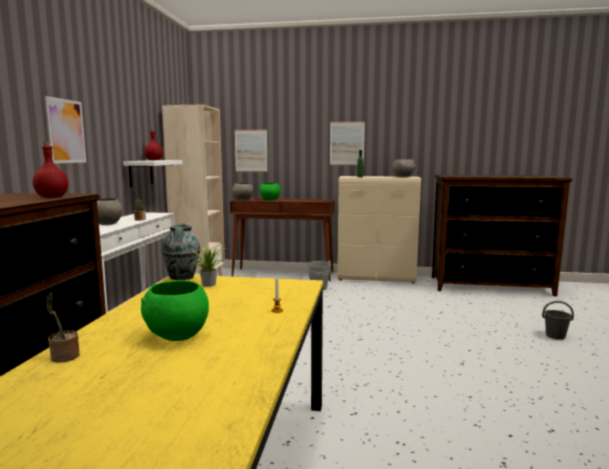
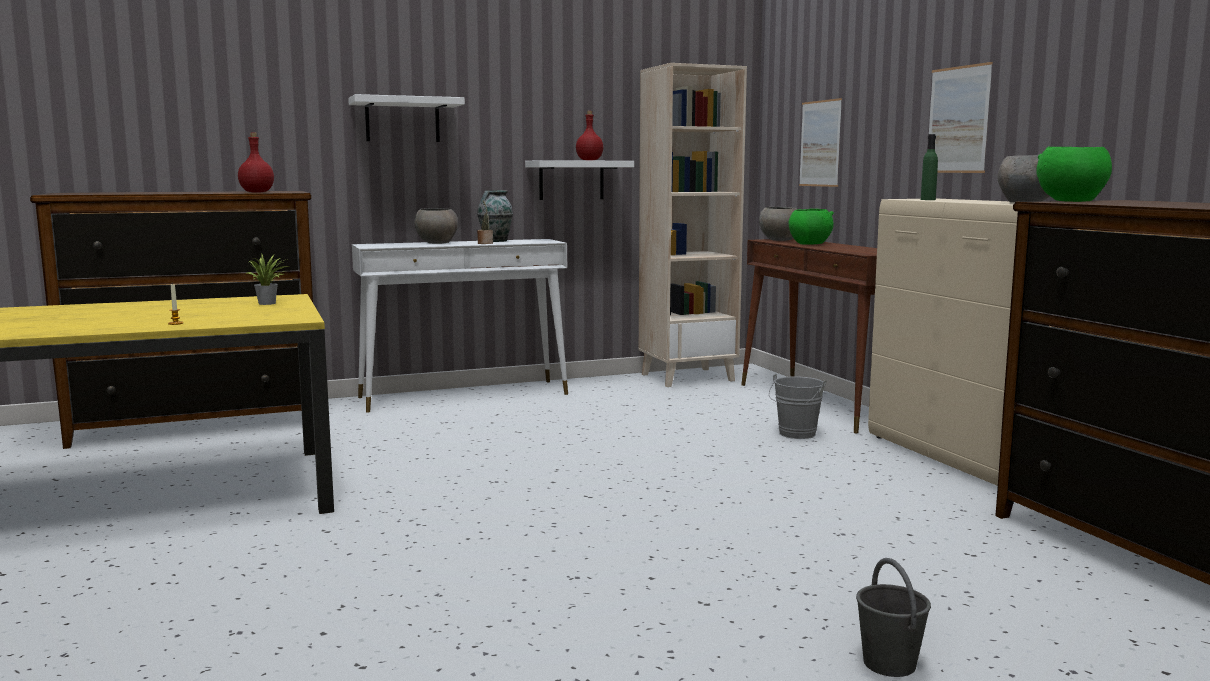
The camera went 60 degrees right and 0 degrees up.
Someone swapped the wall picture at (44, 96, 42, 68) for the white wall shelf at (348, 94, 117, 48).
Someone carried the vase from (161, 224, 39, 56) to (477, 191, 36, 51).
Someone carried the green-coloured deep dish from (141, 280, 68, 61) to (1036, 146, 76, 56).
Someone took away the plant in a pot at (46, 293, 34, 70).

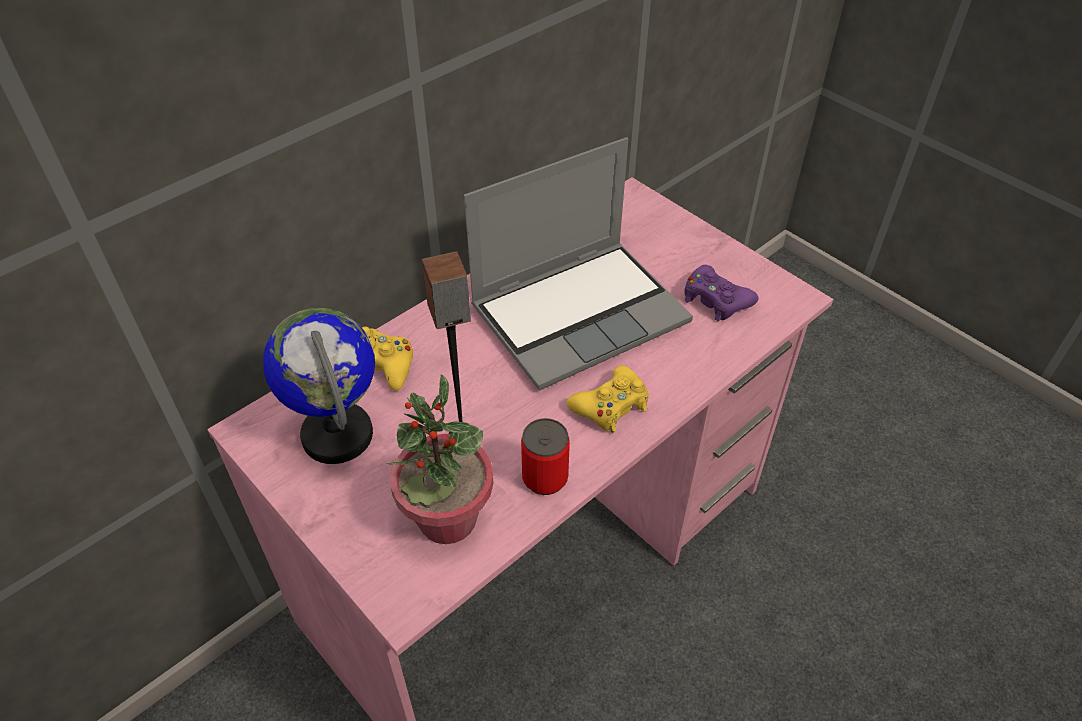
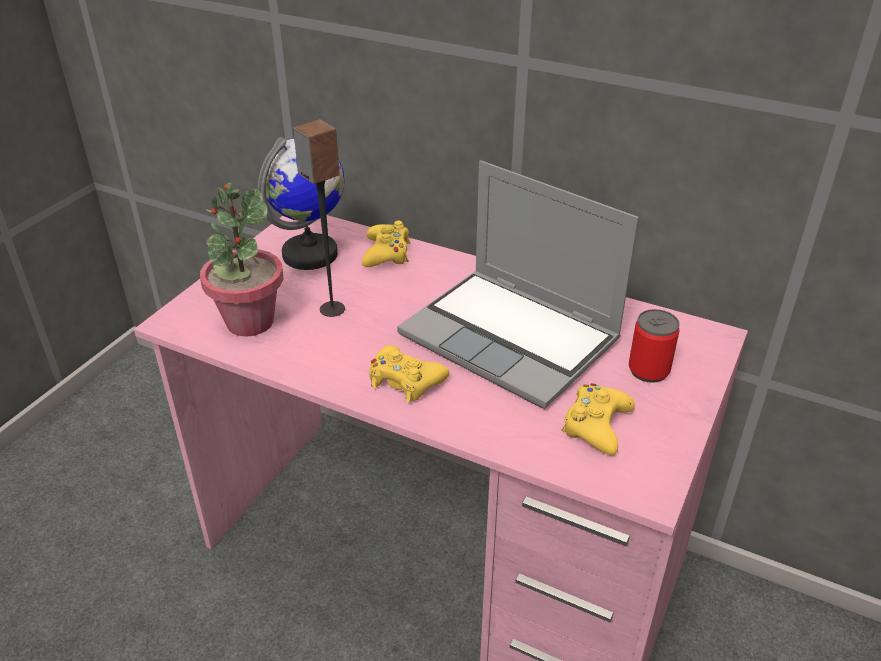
The camera went 70 degrees right and 10 degrees down.
Someone repainted the purple-coloured game controller at (684, 265, 75, 56), which became the yellowish game controller at (562, 383, 73, 72).
Someone carried the metal can from (521, 418, 49, 77) to (629, 309, 51, 74).

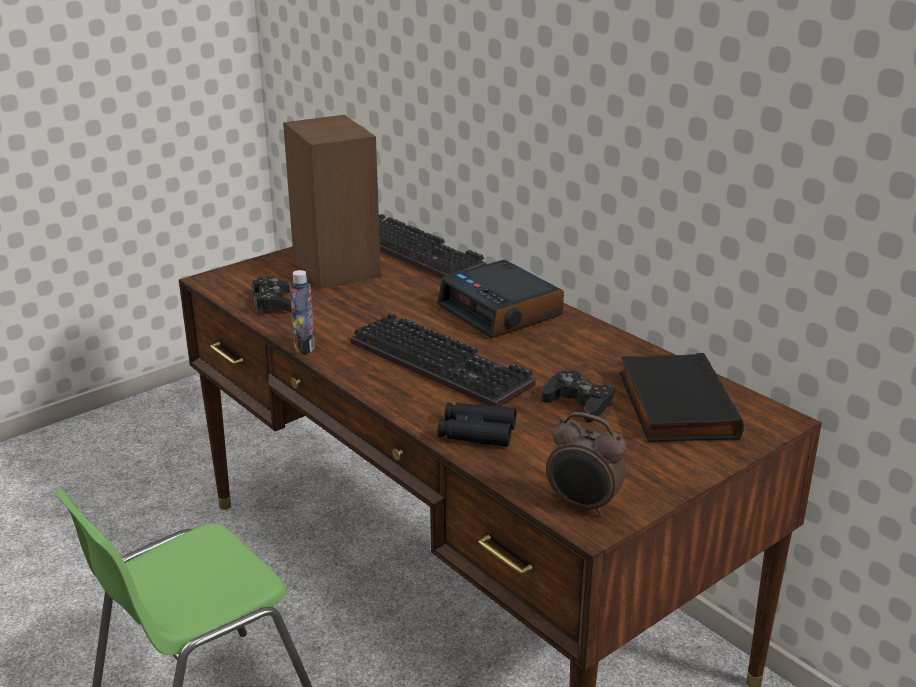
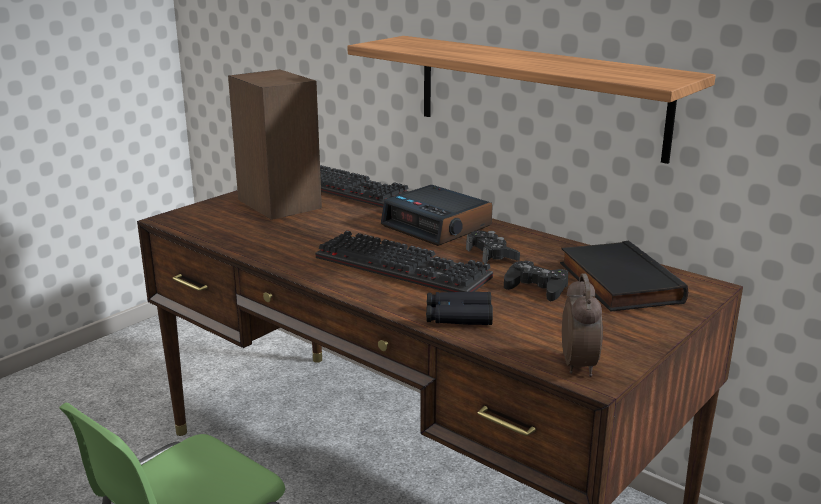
The camera went 10 degrees left and 5 degrees down.
Someone put up the wall shelf at (347, 36, 369, 128).
Someone carried the black-coloured game controller from (251, 277, 41, 35) to (466, 231, 54, 32).
Someone rotated the table clock at (546, 412, 80, 105) by 105 degrees counterclockwise.
Someone took away the drink bottle at (290, 270, 25, 85).

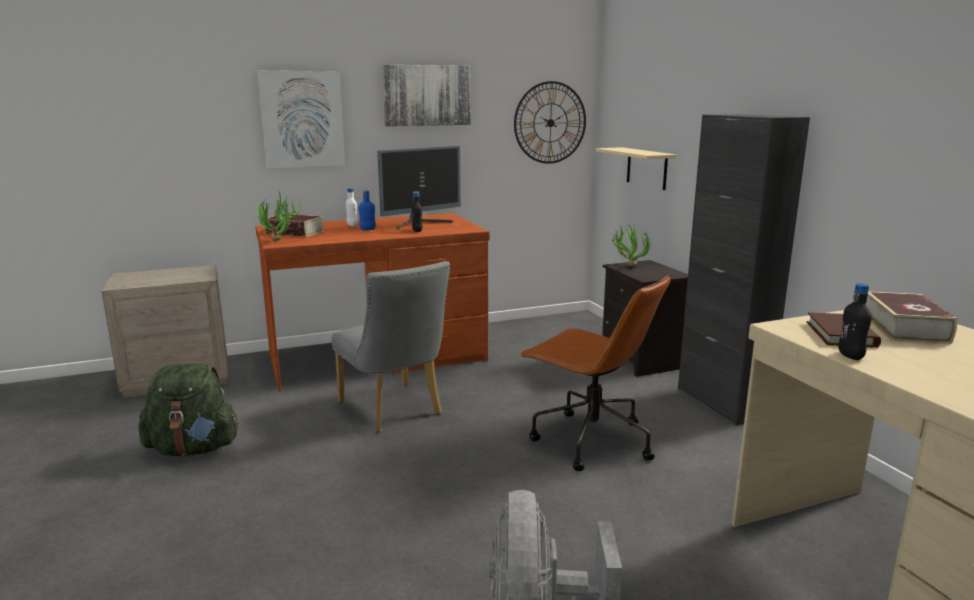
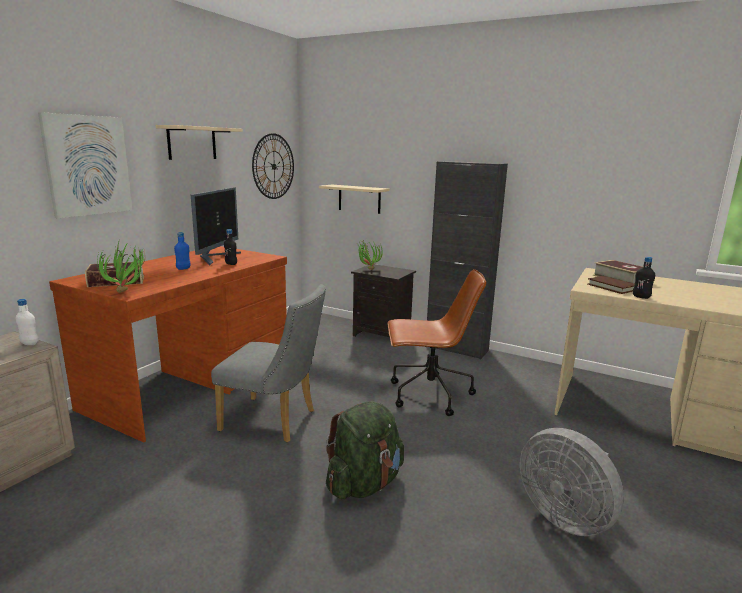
The camera went 40 degrees left and 0 degrees up.
Someone carried the white drink bottle from (346, 188, 12, 39) to (16, 299, 23, 46).
Someone swapped the wall picture at (382, 65, 89, 61) for the beige wall shelf at (156, 125, 87, 35).
Someone carried the green-coloured backpack from (138, 364, 101, 92) to (326, 401, 78, 98).

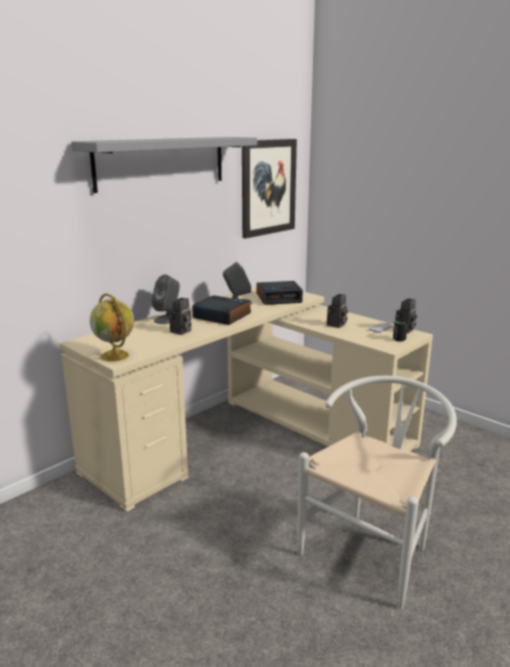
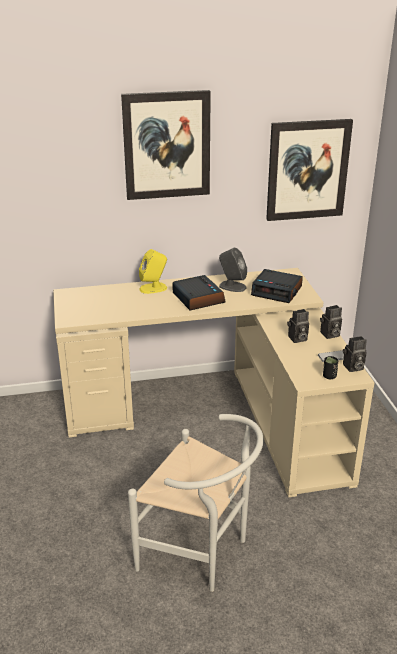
The camera went 35 degrees right and 10 degrees up.
Someone swapped the grey wall shelf at (71, 137, 186, 56) for the wall picture at (121, 90, 90, 110).
Someone rotated the white upright chair at (298, 376, 159, 233) by 45 degrees clockwise.
Someone repainted the grey audio speaker at (152, 275, 28, 49), which became the yellowish audio speaker at (139, 249, 28, 45).
Someone carried the still camera from (168, 298, 24, 37) to (320, 305, 22, 34).
Someone took away the desk globe at (90, 293, 44, 68).

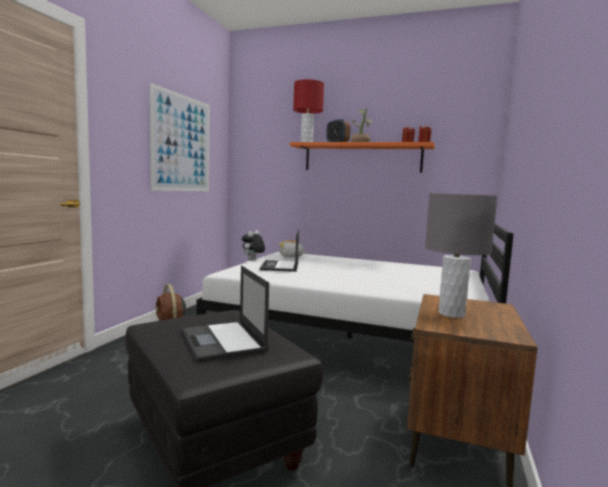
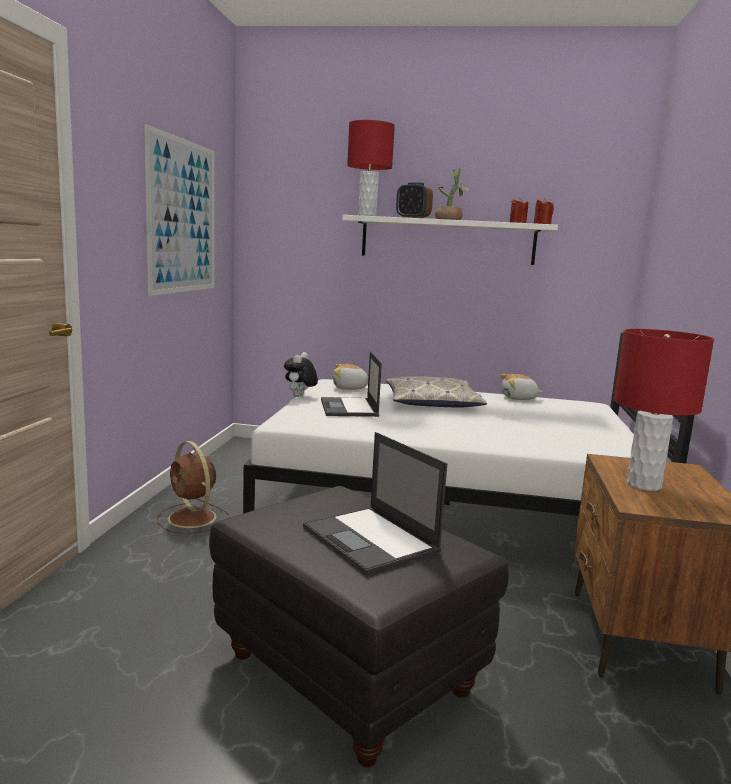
The camera went 10 degrees left and 5 degrees up.
Someone repainted the orange wall shelf at (289, 142, 146, 31), which became the white wall shelf at (342, 215, 216, 50).
Someone put down the cushion at (386, 375, 101, 32).
Someone put down the soft toy at (501, 374, 41, 26).
Someone repainted the grey table lamp at (425, 193, 73, 125), which became the reddish table lamp at (614, 329, 100, 162).

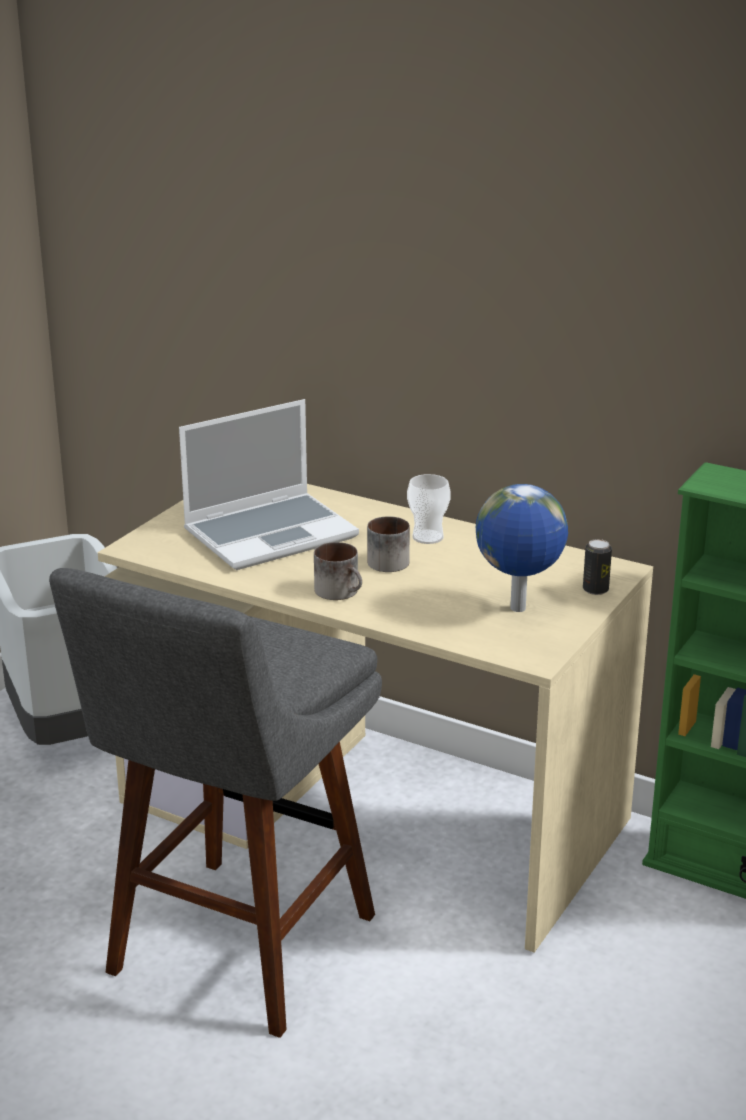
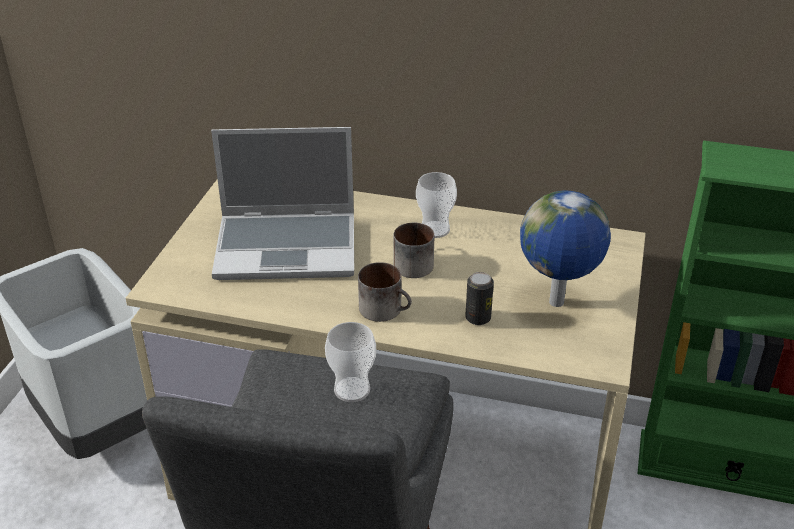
The camera went 15 degrees left and 10 degrees up.
Someone rotated the notebook computer at (179, 399, 180, 171) by 45 degrees clockwise.
Someone put down the small cup at (325, 322, 51, 80).
Someone carried the metal can from (583, 539, 29, 56) to (465, 272, 29, 53).

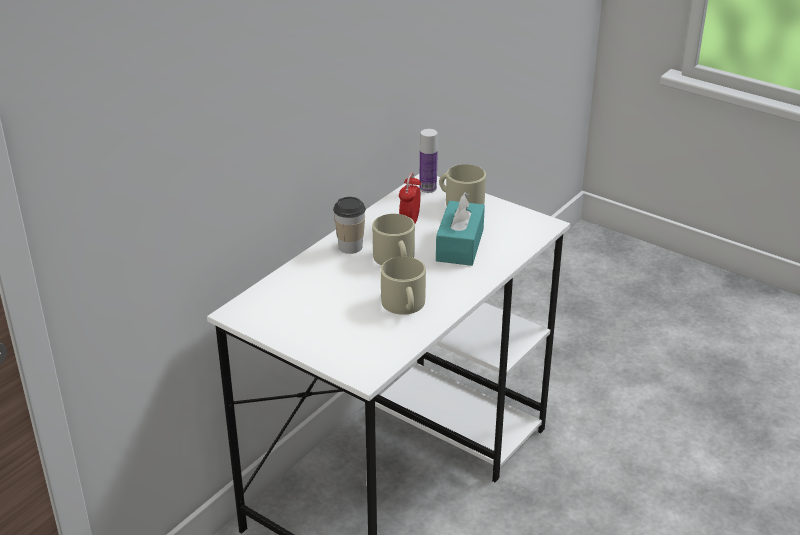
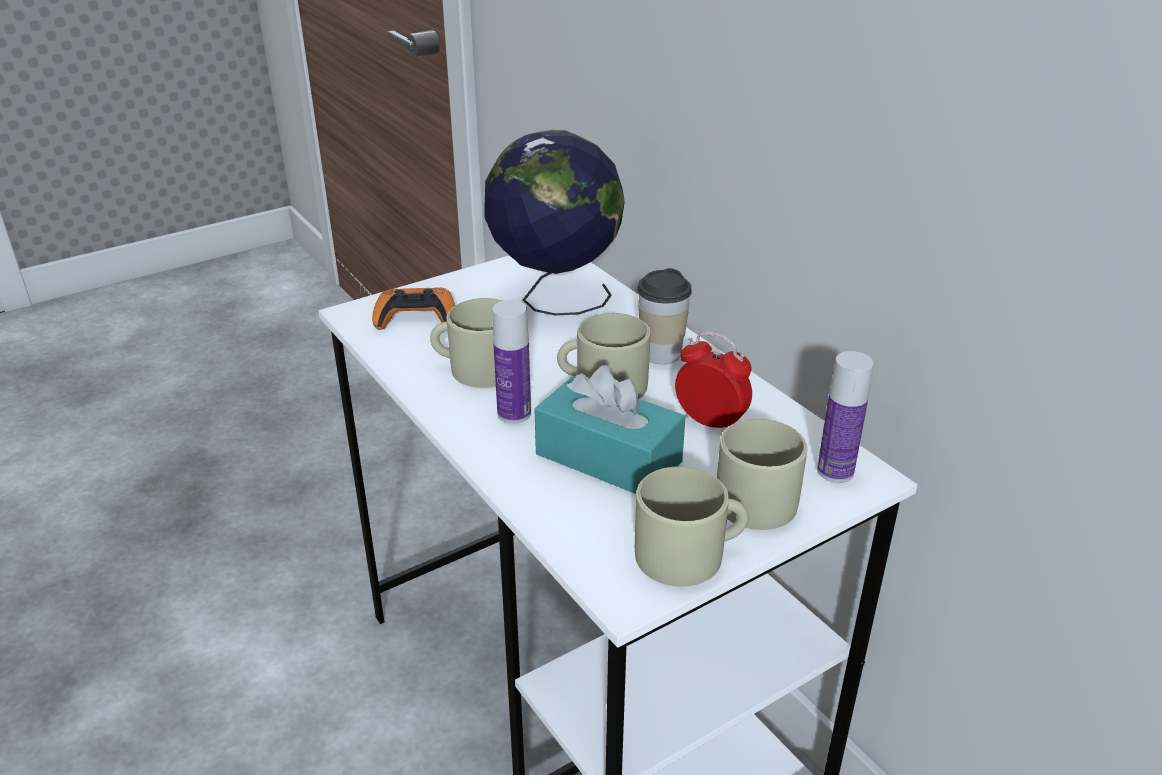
The camera went 110 degrees right and 0 degrees up.
Someone put down the orange game controller at (372, 287, 83, 43).
Someone put down the desk globe at (484, 130, 141, 185).
Someone put down the drink bottle at (493, 300, 38, 124).
Someone put down the beige mug at (635, 466, 114, 121).

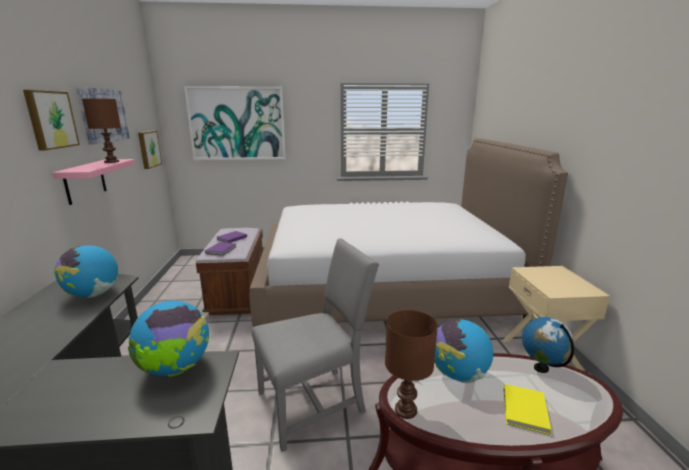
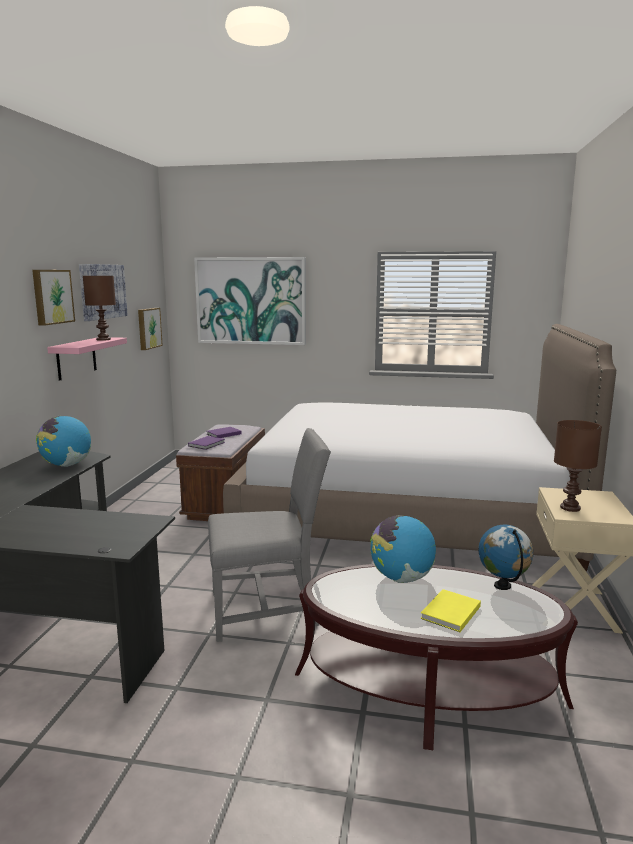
The camera went 15 degrees right and 5 degrees down.
Someone carried the brown table lamp from (385, 310, 53, 109) to (554, 420, 48, 92).
Someone took away the desk globe at (128, 301, 81, 76).

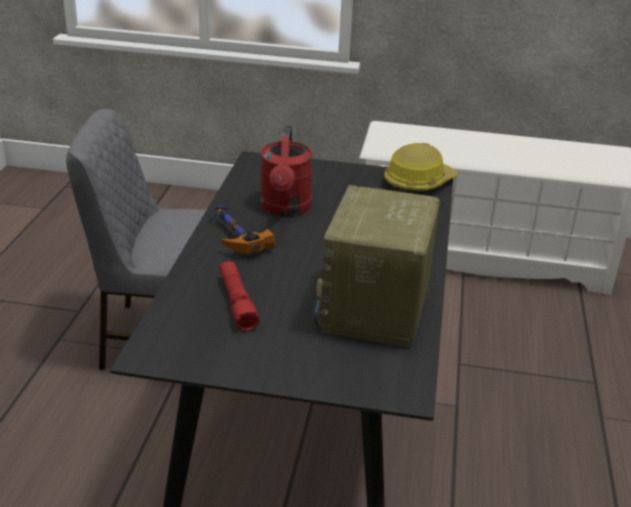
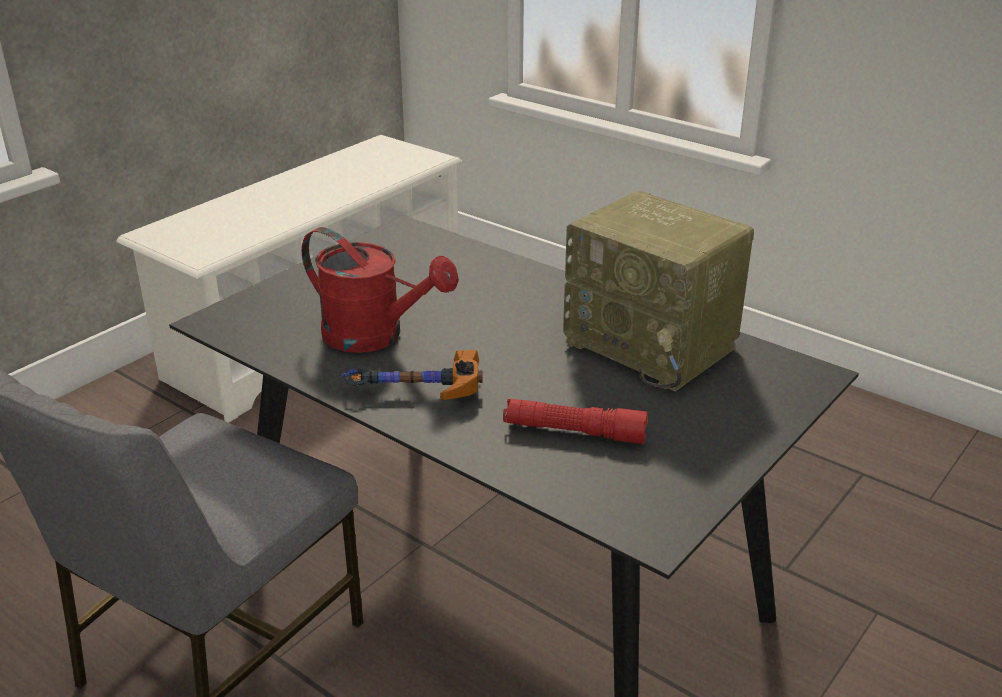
The camera went 60 degrees left and 0 degrees up.
Someone took away the work helmet at (384, 143, 74, 49).

